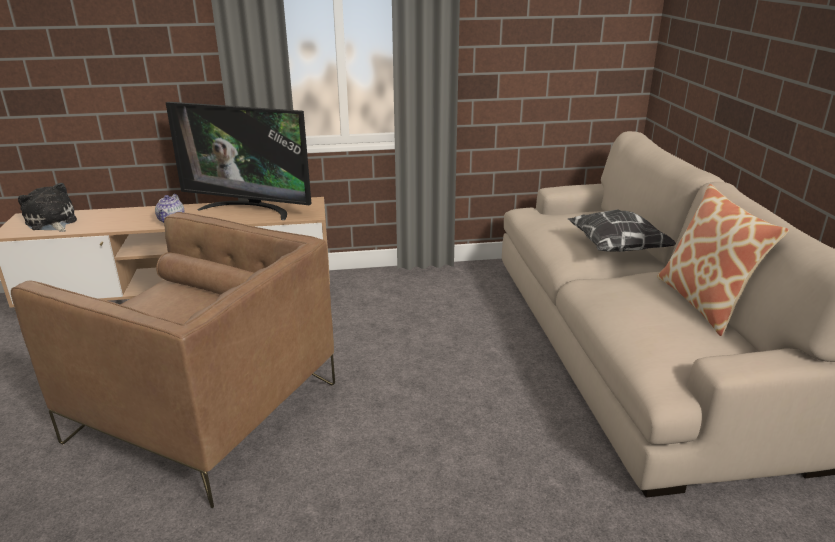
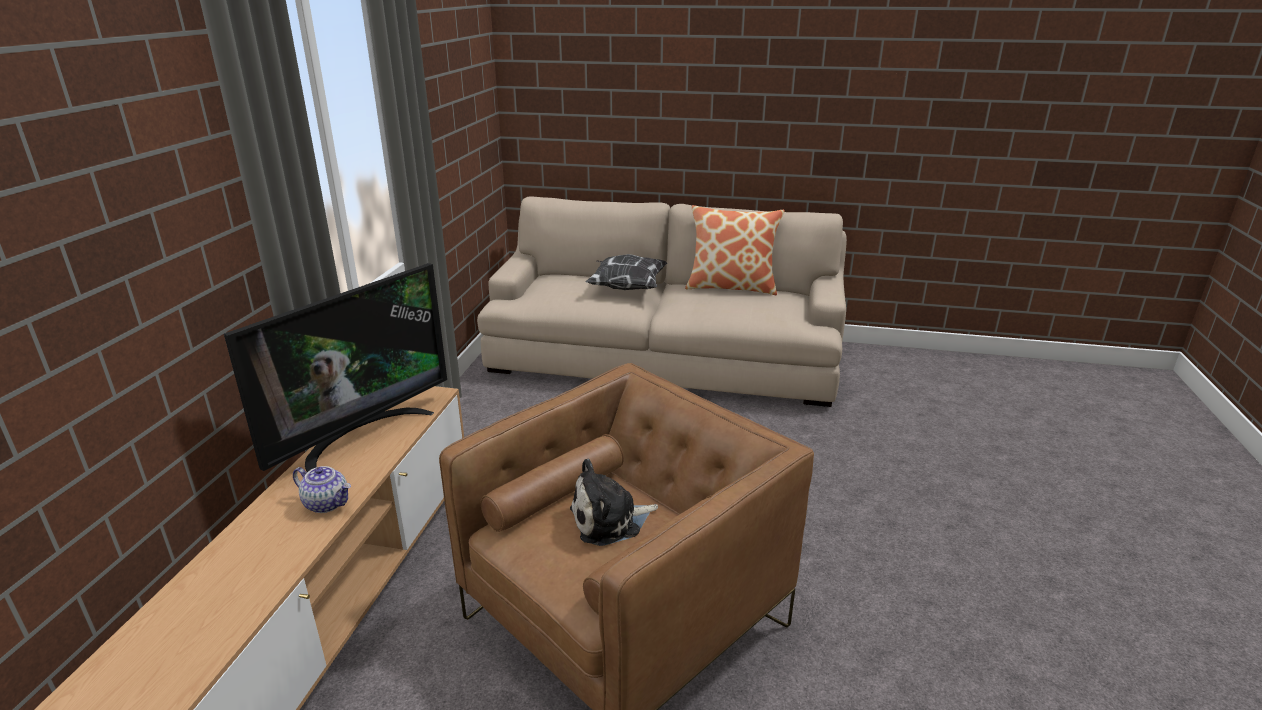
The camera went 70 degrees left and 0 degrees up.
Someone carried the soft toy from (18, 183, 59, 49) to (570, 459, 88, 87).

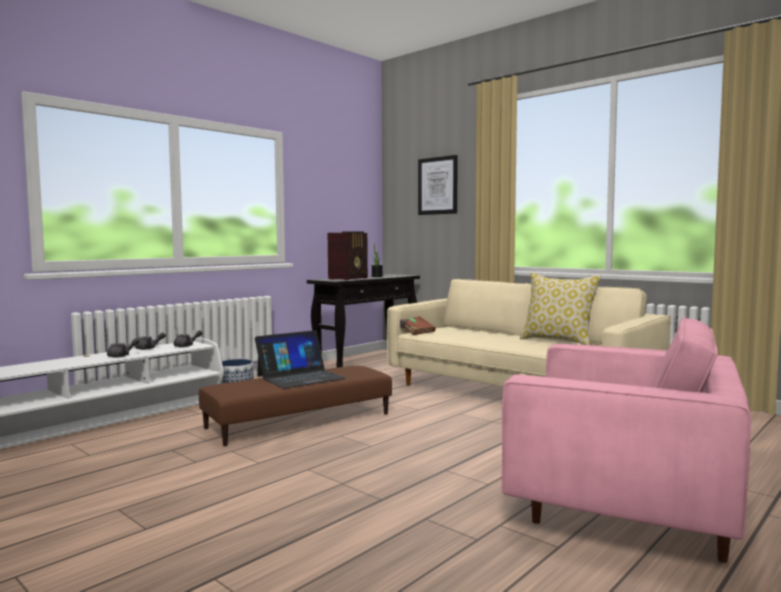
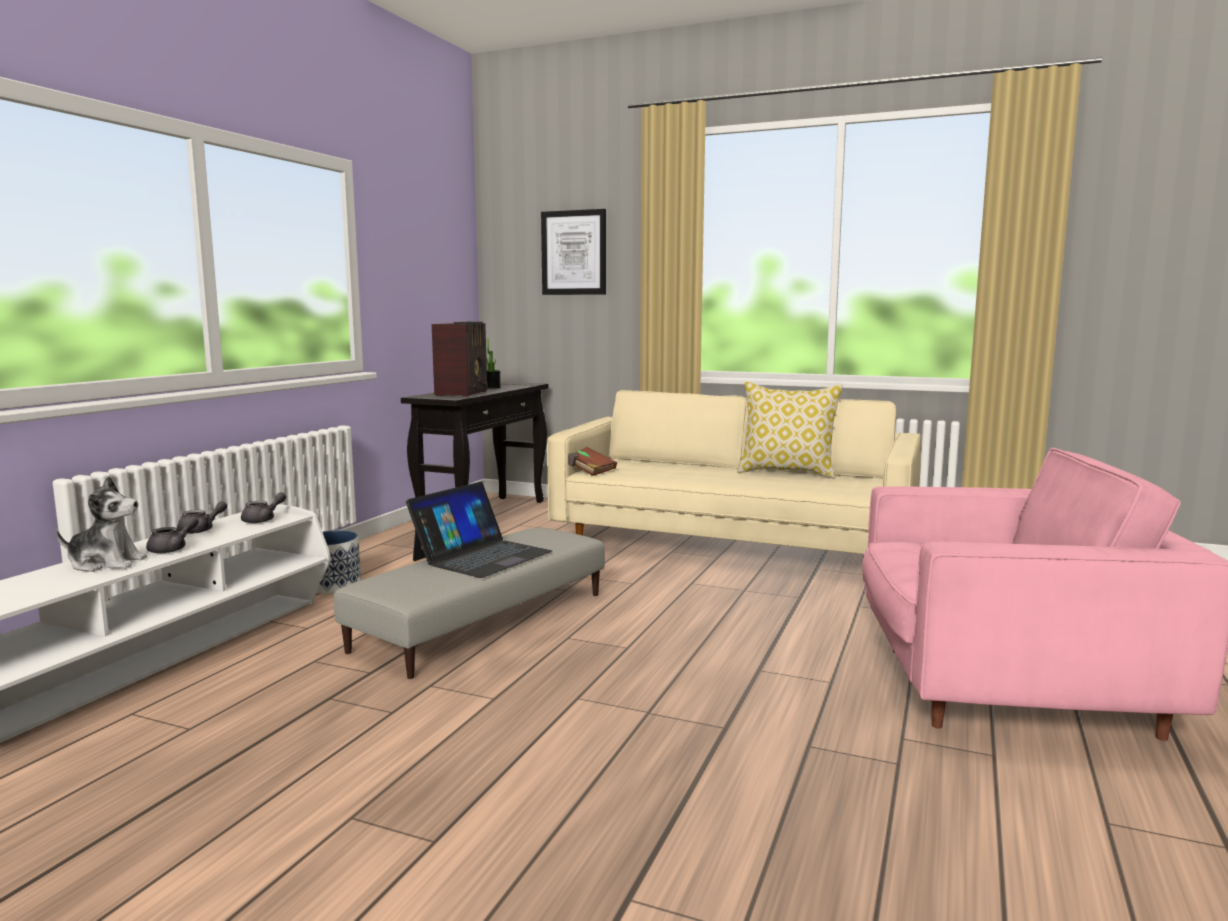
The camera went 20 degrees left and 5 degrees up.
Someone put down the soft toy at (56, 476, 91, 96).
Someone repainted the brown ottoman at (199, 366, 193, 80), which became the grey ottoman at (333, 528, 272, 151).

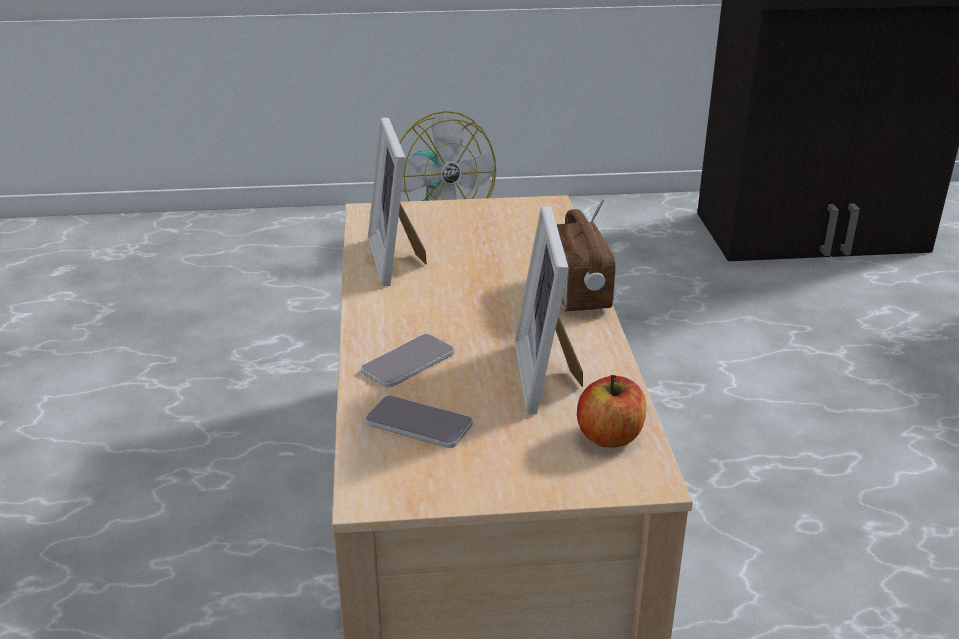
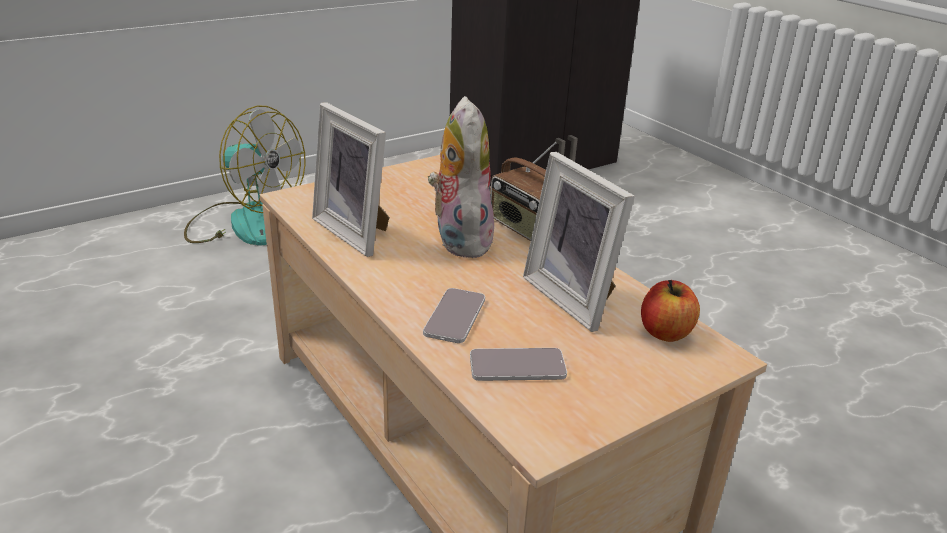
The camera went 30 degrees left and 0 degrees up.
Someone put down the soft toy at (428, 96, 66, 162).

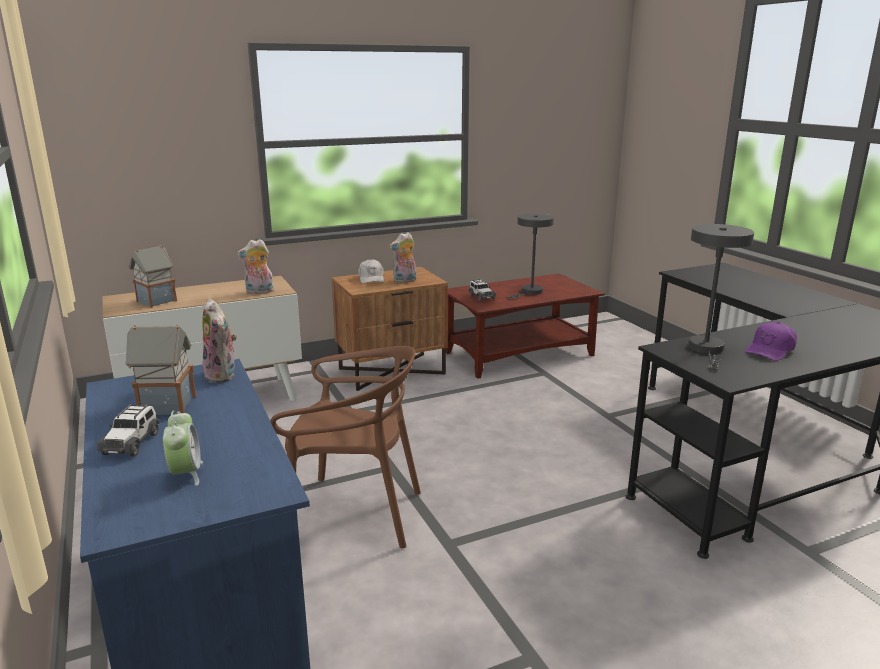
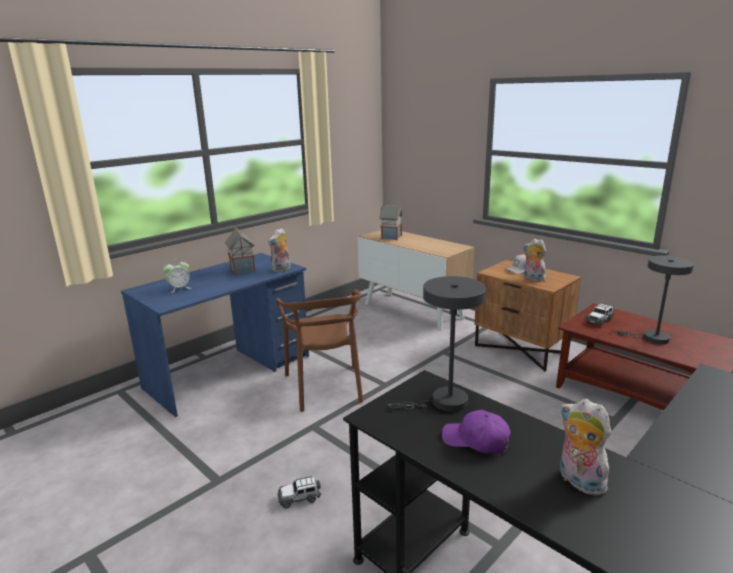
The camera went 70 degrees right and 0 degrees up.
Someone carried the model car from (97, 404, 63, 53) to (277, 476, 44, 32).
Someone carried the soft toy from (237, 239, 37, 55) to (559, 399, 52, 97).

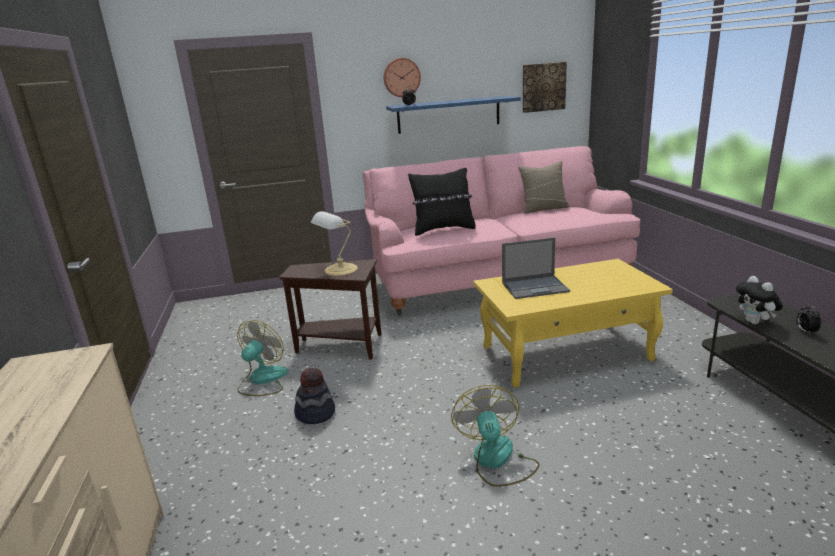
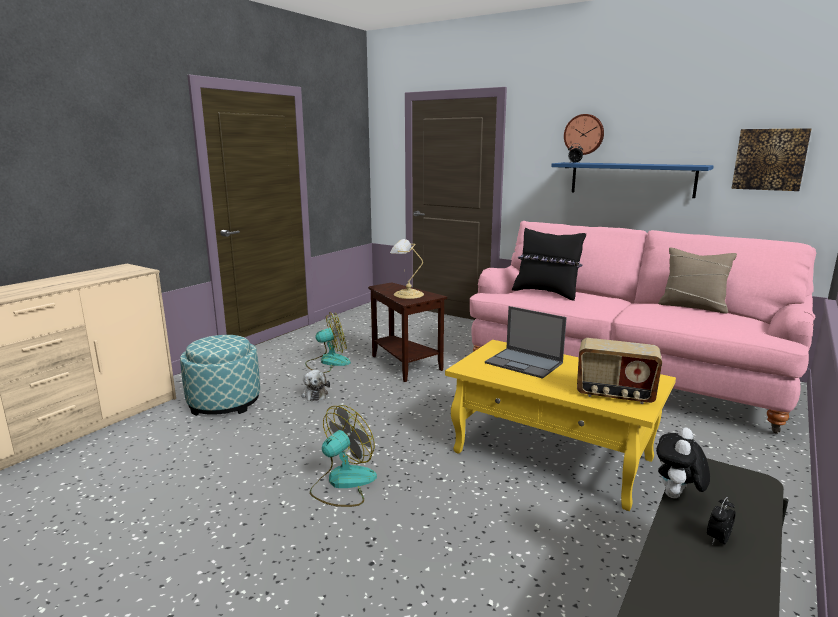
The camera went 45 degrees right and 5 degrees down.
Someone put down the ottoman at (180, 335, 80, 81).
Someone swapped the wearable hat at (294, 368, 41, 56) for the soft toy at (301, 370, 29, 31).
Someone put down the radio receiver at (577, 338, 85, 66).

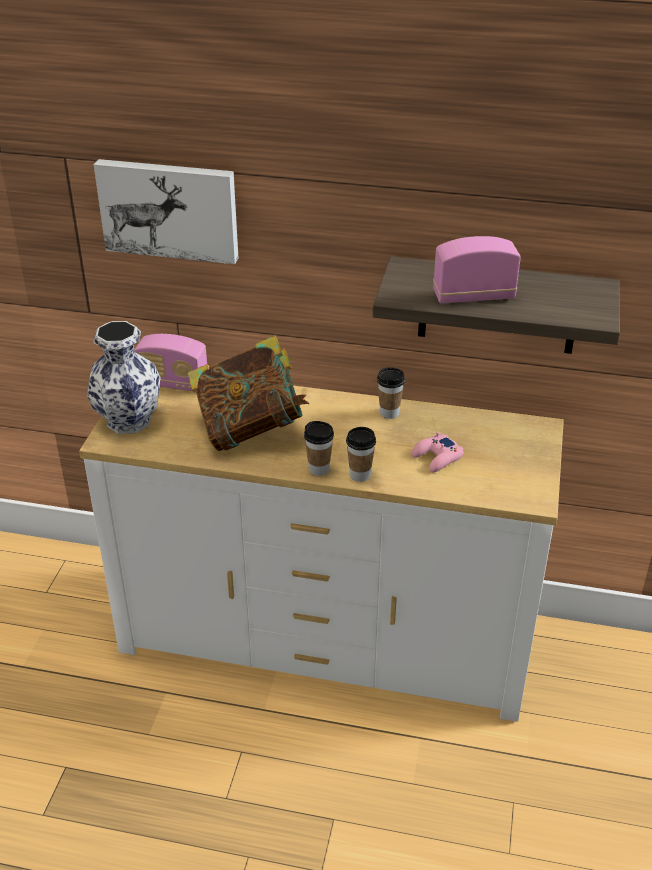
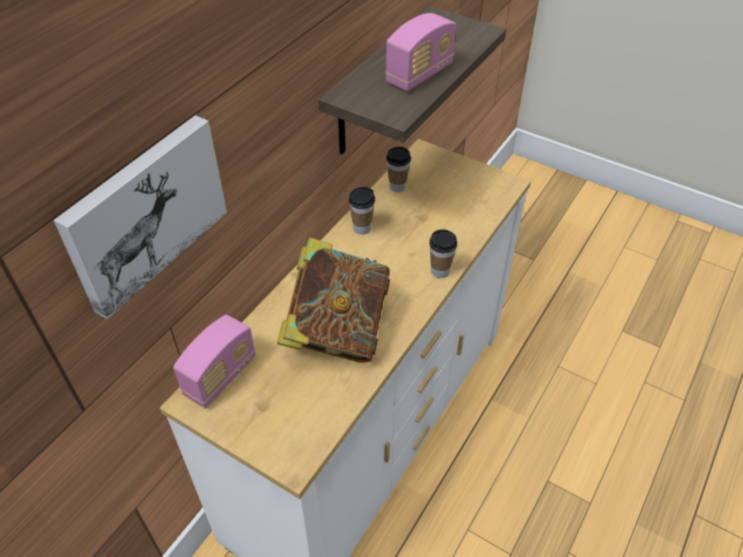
The camera went 70 degrees left and 10 degrees up.
Someone rotated the radio receiver at (433, 236, 88, 68) by 150 degrees counterclockwise.
Someone carried the small cup from (304, 421, 30, 55) to (386, 147, 25, 45).
Someone took away the vase at (87, 321, 74, 113).
Someone took away the pink-coloured game controller at (412, 432, 52, 40).

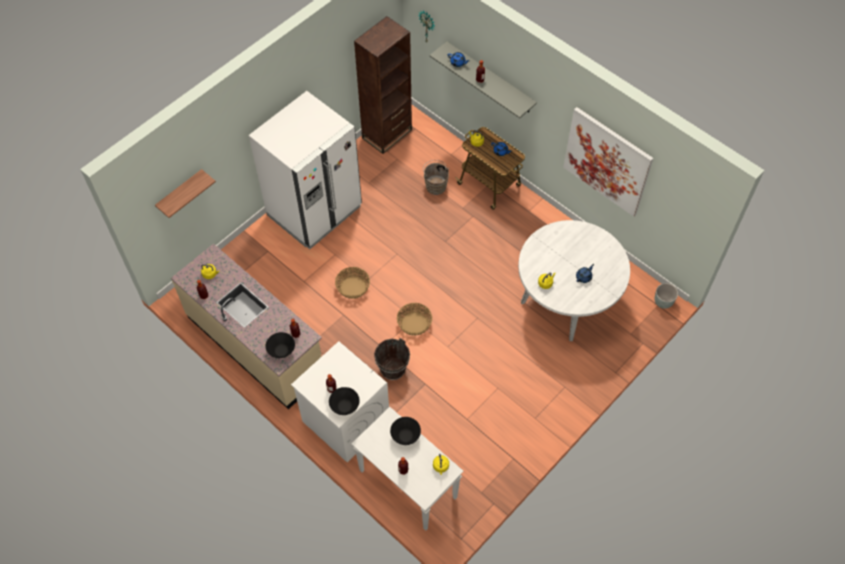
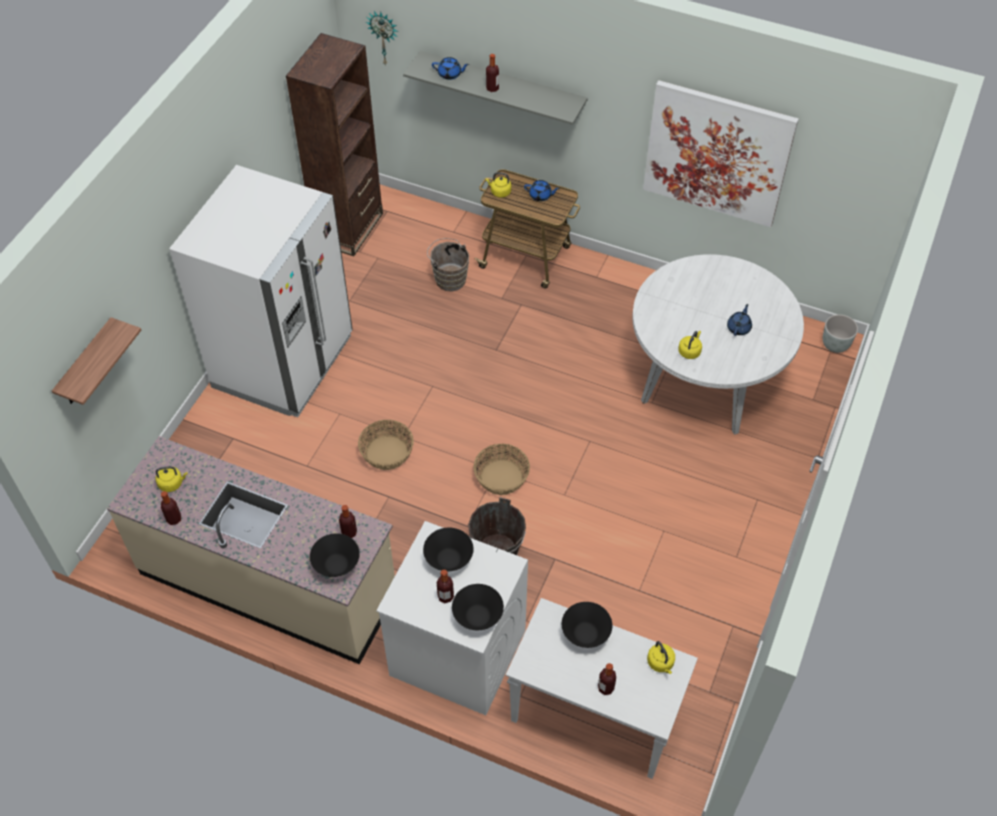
The camera went 20 degrees left and 5 degrees down.
Someone put down the black-coloured deep dish at (423, 528, 51, 43).

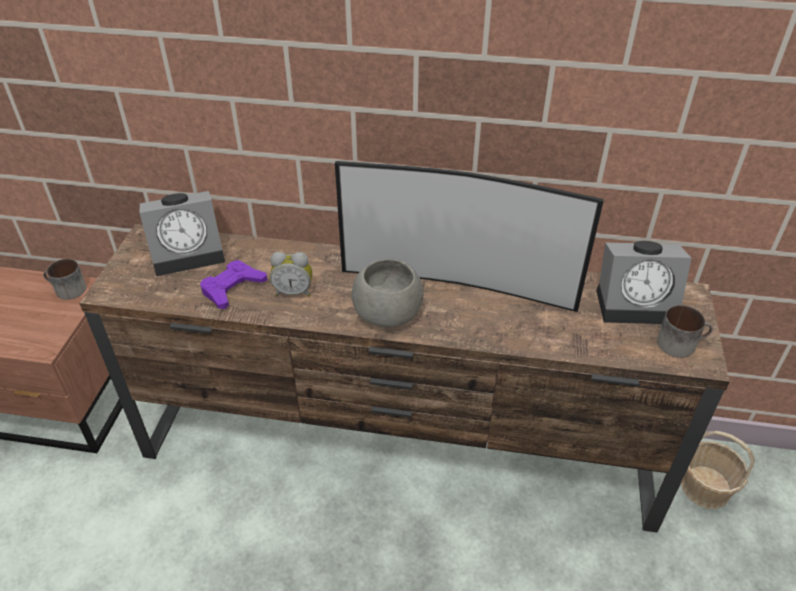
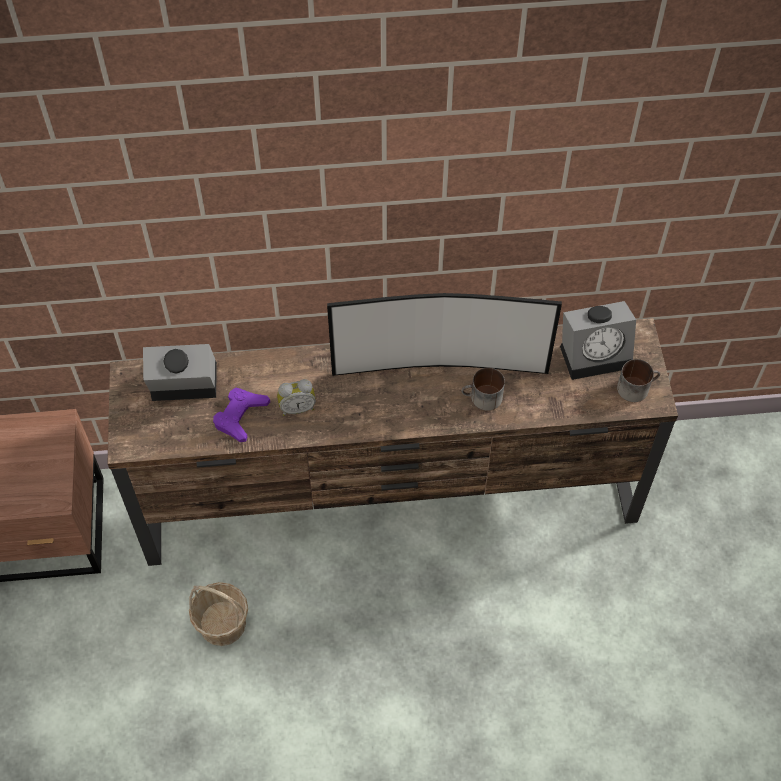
The camera went 15 degrees left and 15 degrees up.
Someone rotated the table clock at (139, 191, 86, 85) by 150 degrees counterclockwise.
Someone carried the household basket from (681, 431, 74, 78) to (189, 582, 59, 64).
Someone carried the mug from (43, 259, 43, 41) to (461, 367, 44, 44).
Someone took away the grey deep dish at (352, 258, 72, 69).

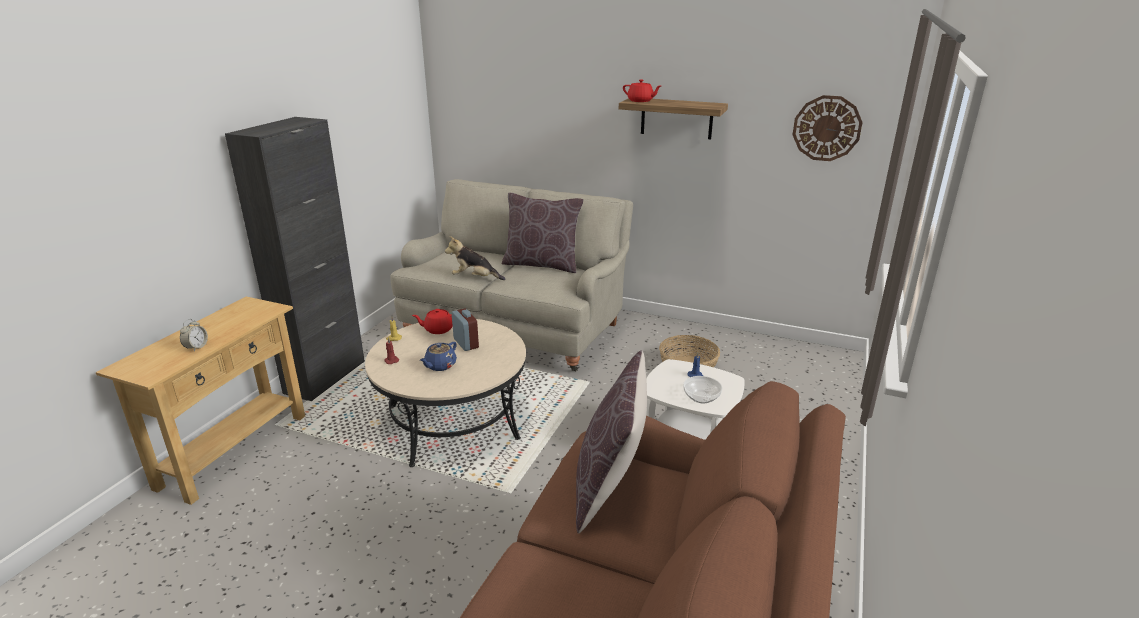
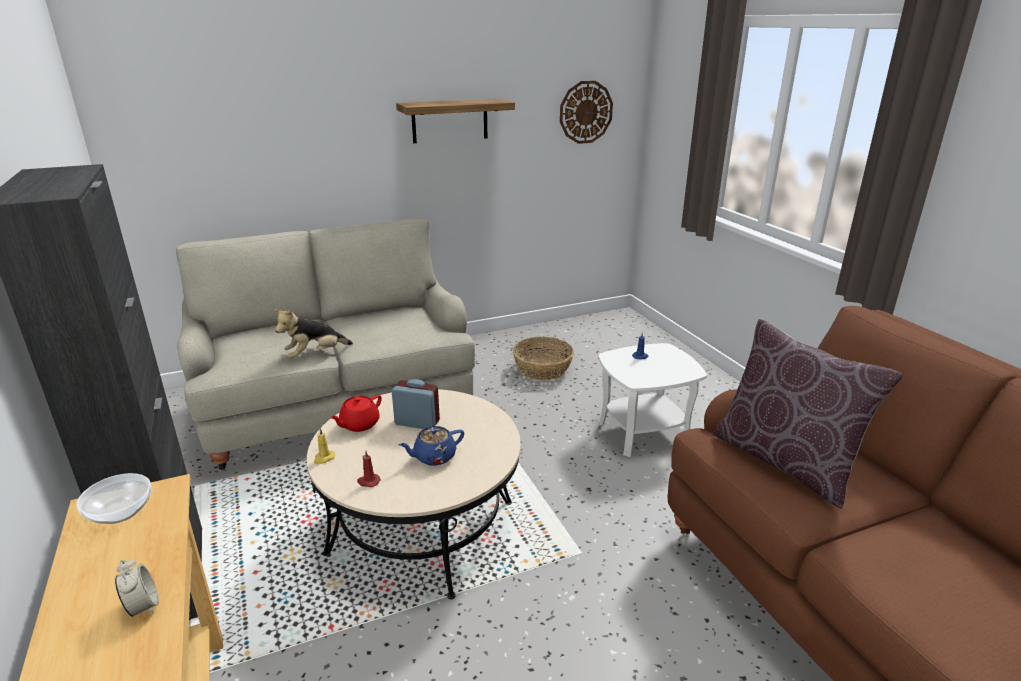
The camera went 45 degrees left and 0 degrees up.
Someone carried the deep dish from (683, 376, 39, 27) to (76, 473, 75, 51).
Someone rotated the blue teapot at (420, 342, 37, 29) by 75 degrees clockwise.
Someone took away the brown cushion at (502, 193, 82, 80).
Someone took away the reddish teapot at (623, 79, 38, 23).

